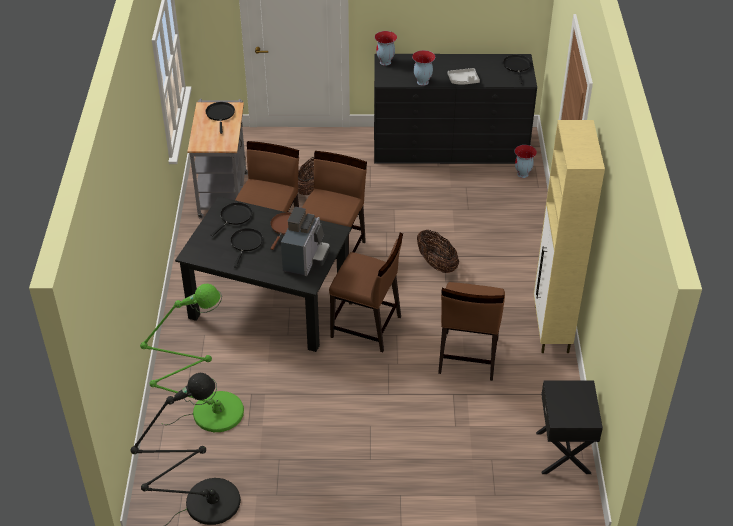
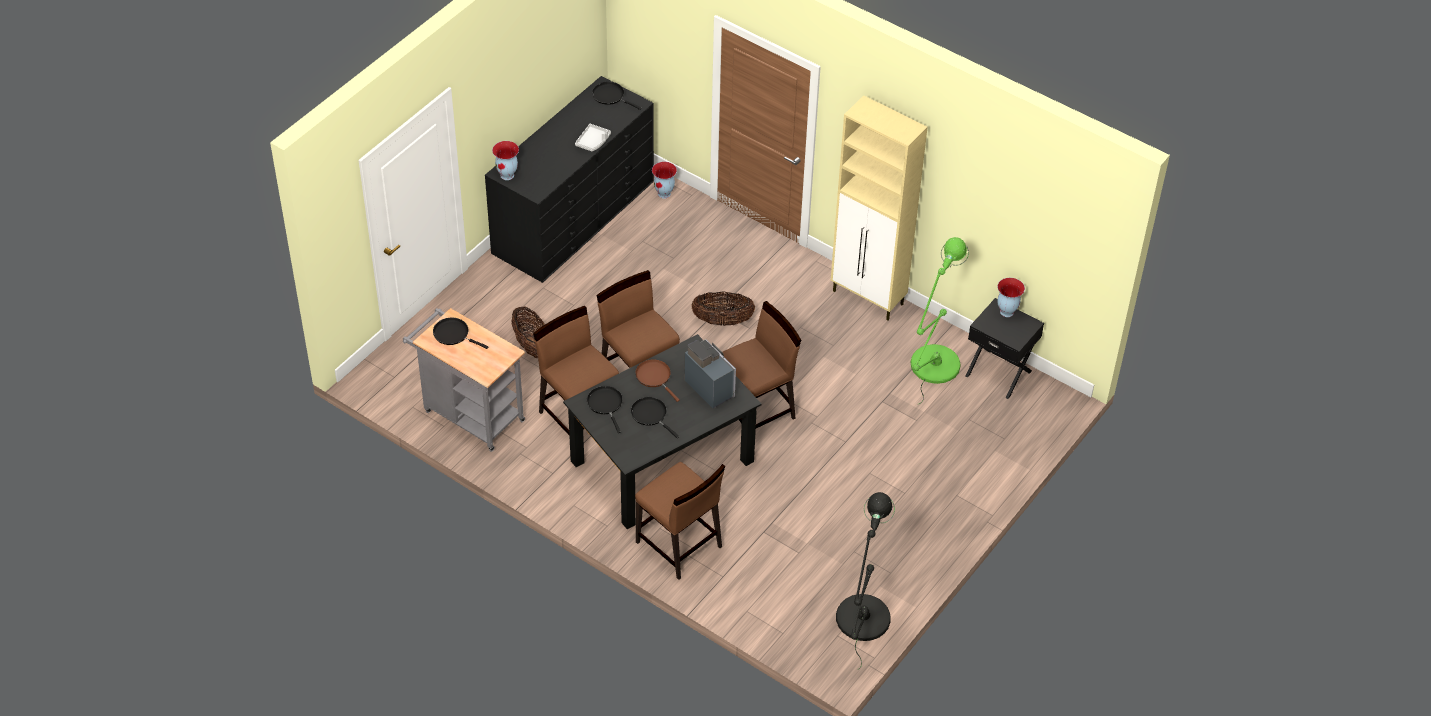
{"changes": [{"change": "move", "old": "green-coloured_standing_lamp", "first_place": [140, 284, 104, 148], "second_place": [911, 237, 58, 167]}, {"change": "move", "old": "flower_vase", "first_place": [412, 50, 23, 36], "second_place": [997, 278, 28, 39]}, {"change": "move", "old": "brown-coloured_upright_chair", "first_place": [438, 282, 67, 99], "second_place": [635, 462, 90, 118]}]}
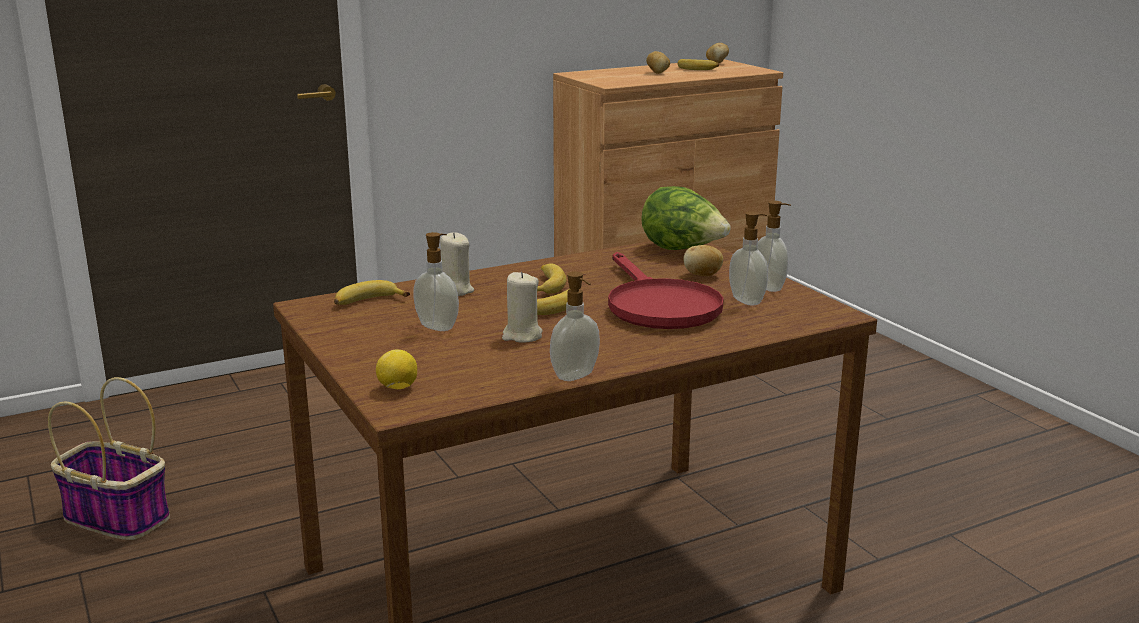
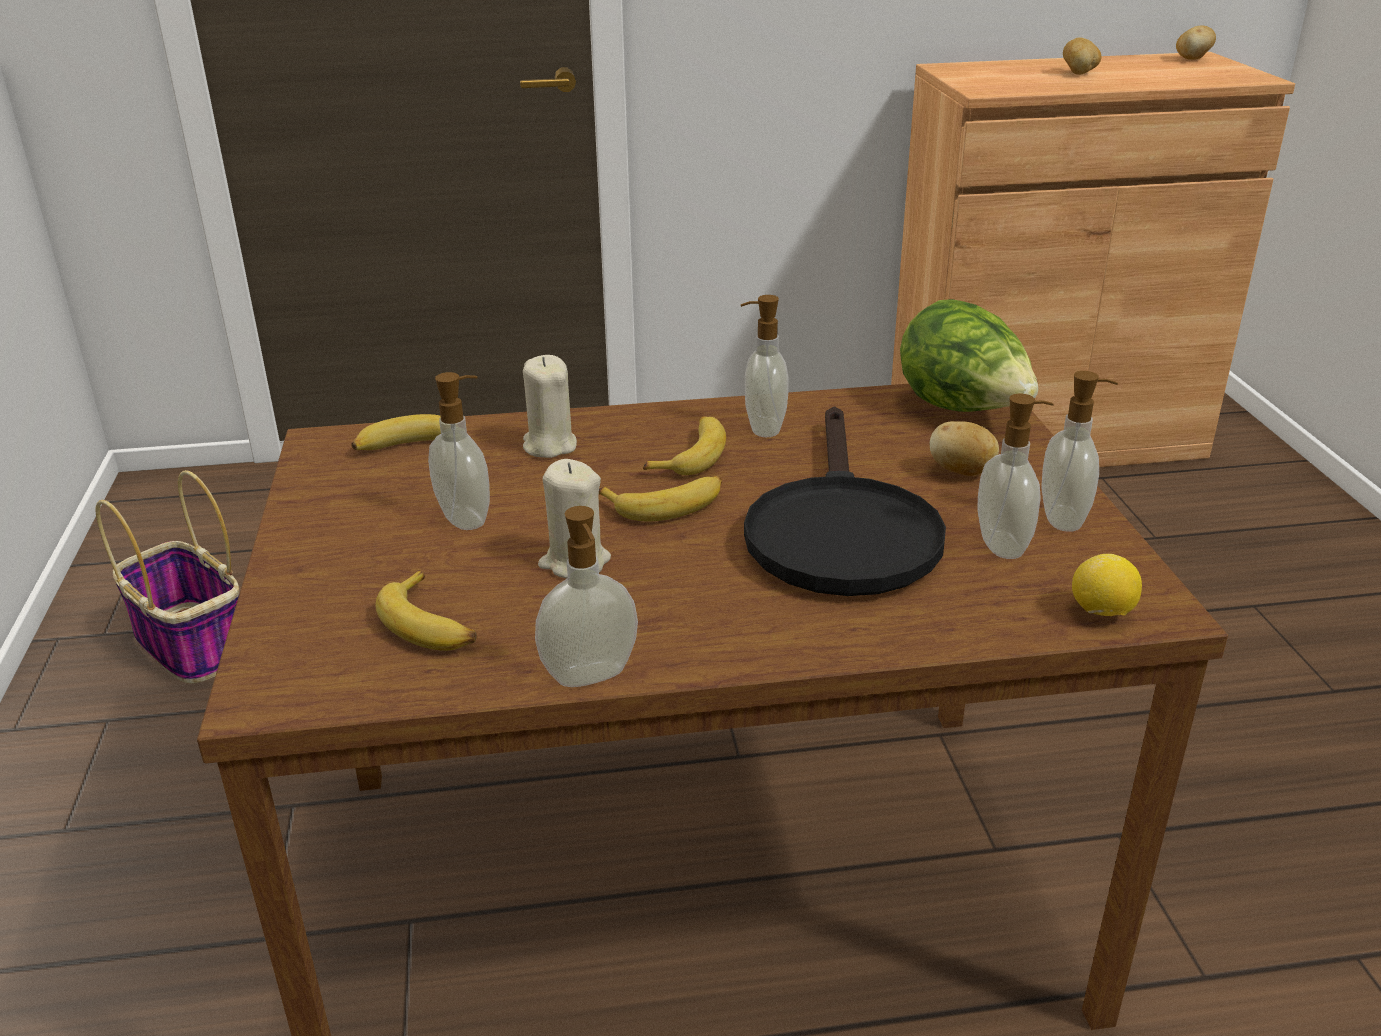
{"changes": [{"change": "insert", "new": "soap_bottle", "second_place": [741, 295, 48, 142]}, {"change": "move", "old": "citrus_fruit", "first_place": [376, 350, 41, 39], "second_place": [1072, 554, 70, 62]}, {"change": "move", "old": "banana_fruit", "first_place": [677, 59, 42, 11], "second_place": [375, 570, 102, 81]}, {"change": "recolor", "old": "red-coloured_pan", "new": "black_pan", "first_place": [608, 252, 116, 77], "second_place": [744, 406, 202, 190]}]}
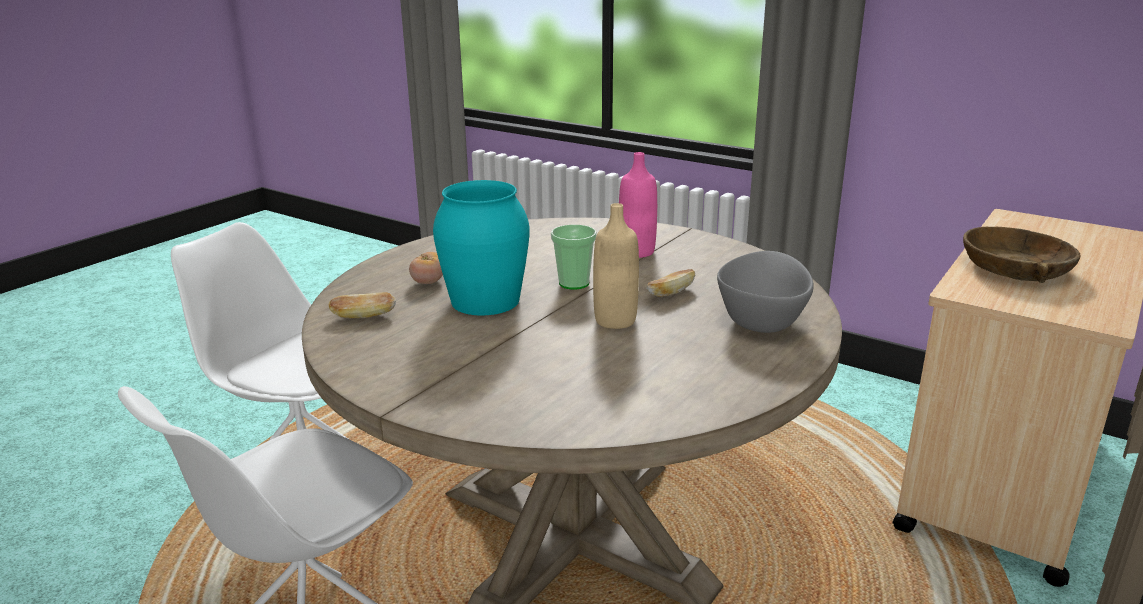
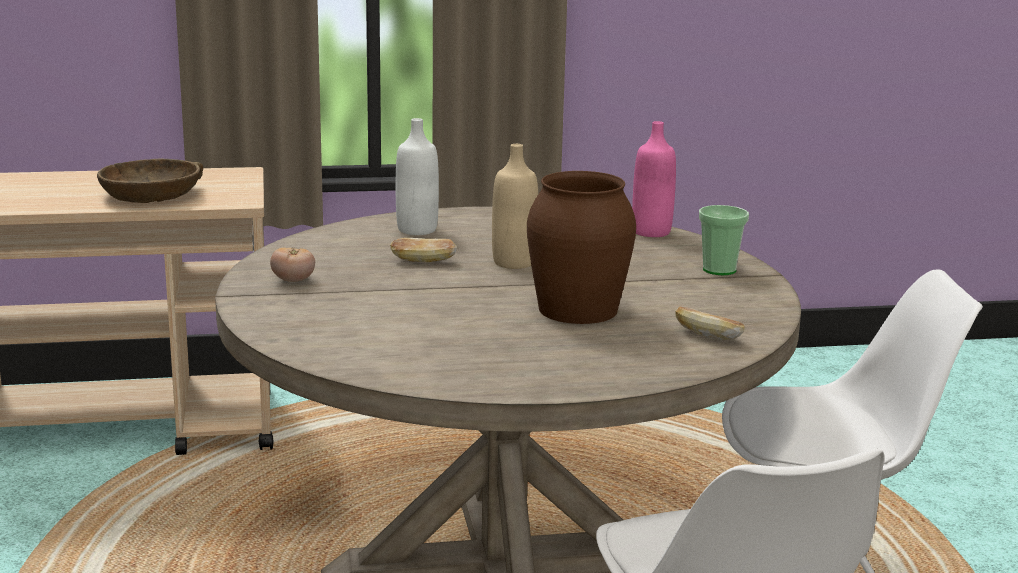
{"changes": [{"change": "move", "old": "fresh_tomato", "first_place": [409, 252, 34, 32], "second_place": [270, 247, 45, 35]}, {"change": "move", "old": "small_cup", "first_place": [551, 225, 46, 65], "second_place": [699, 205, 50, 70]}, {"change": "move", "old": "pink-coloured_drink_bottle", "first_place": [619, 152, 38, 106], "second_place": [632, 121, 44, 116]}, {"change": "replace", "old": "greyish_serving_bowl", "new": "white_drink_bottle", "first_place": [717, 251, 97, 82], "second_place": [396, 118, 43, 117]}, {"change": "recolor", "old": "turquoise-coloured_flower_vase", "new": "brown-coloured_flower_vase", "first_place": [433, 180, 97, 135], "second_place": [527, 171, 109, 153]}]}
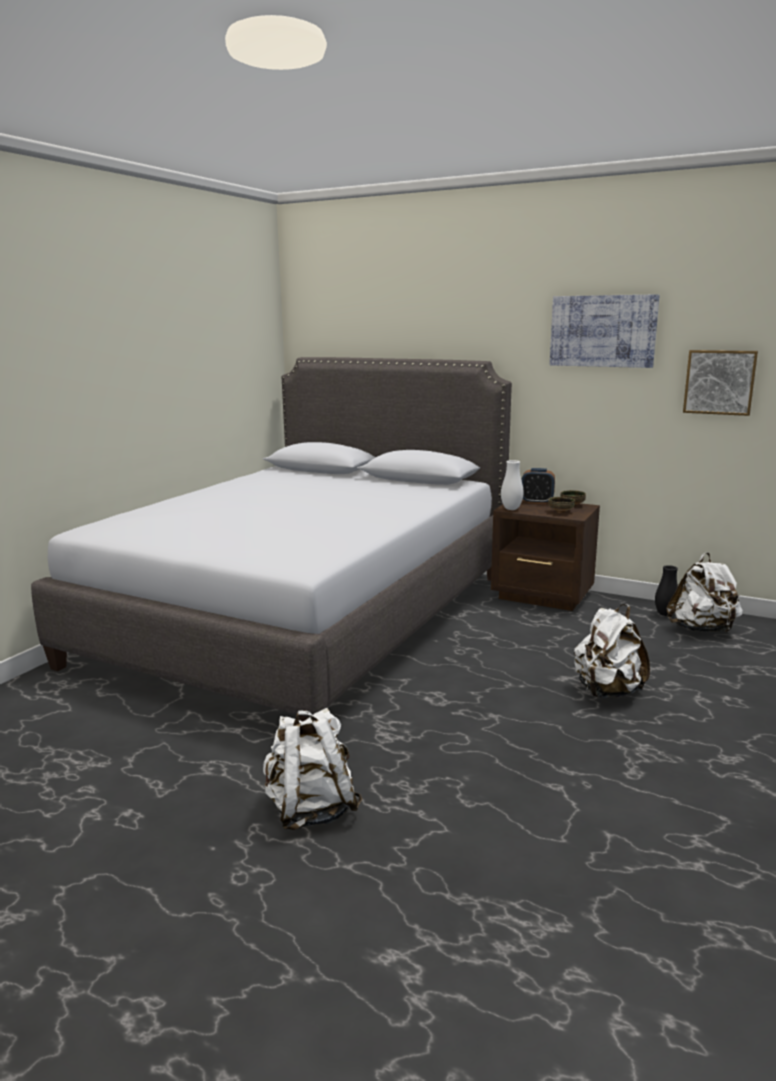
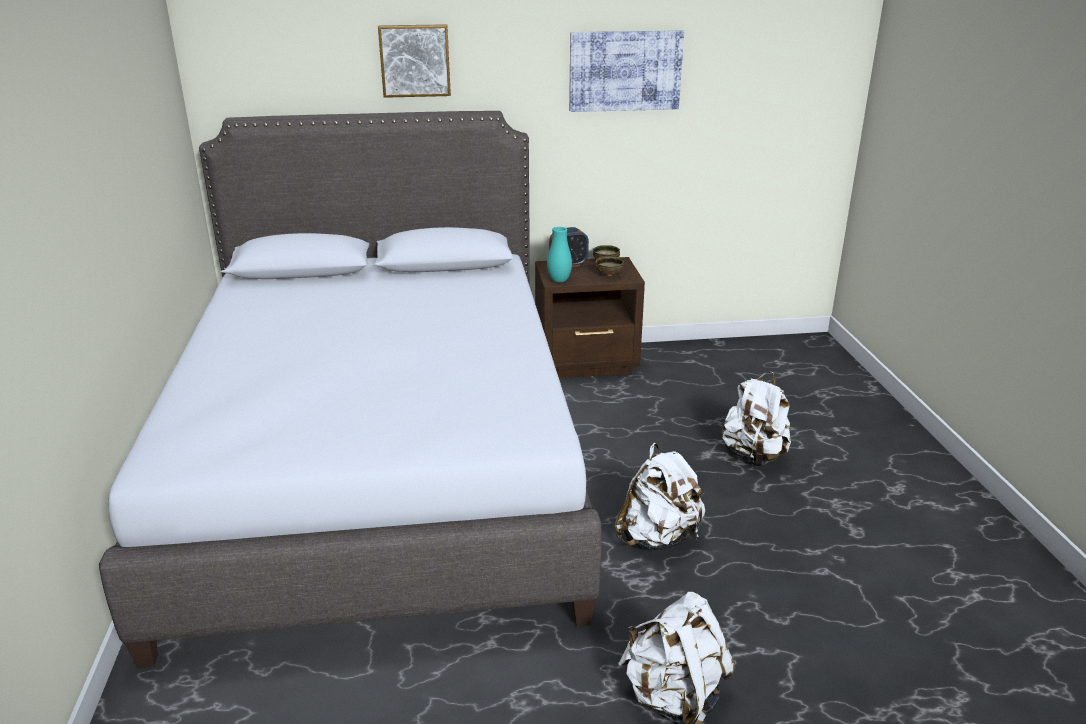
{"changes": [{"change": "delete", "old": "black_flower_vase", "first_place": [655, 565, 23, 51]}, {"change": "move", "old": "white_knapsack", "first_place": [667, 552, 76, 81], "second_place": [615, 443, 90, 107]}, {"change": "move", "old": "picture", "first_place": [683, 350, 75, 66], "second_place": [378, 24, 73, 74]}, {"change": "recolor", "old": "white_flower_vase", "new": "turquoise-coloured_flower_vase", "first_place": [501, 460, 23, 50], "second_place": [547, 227, 25, 56]}]}
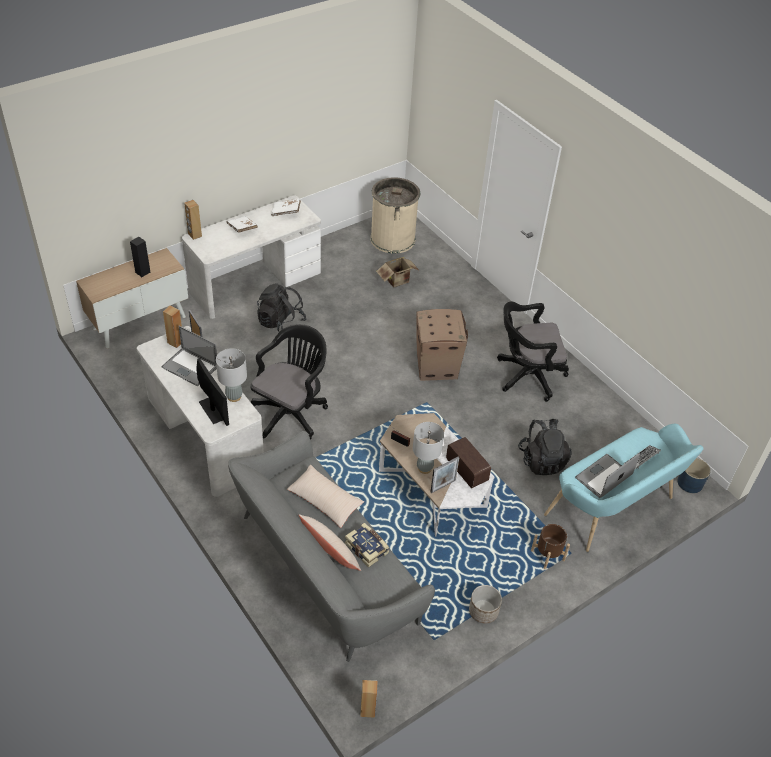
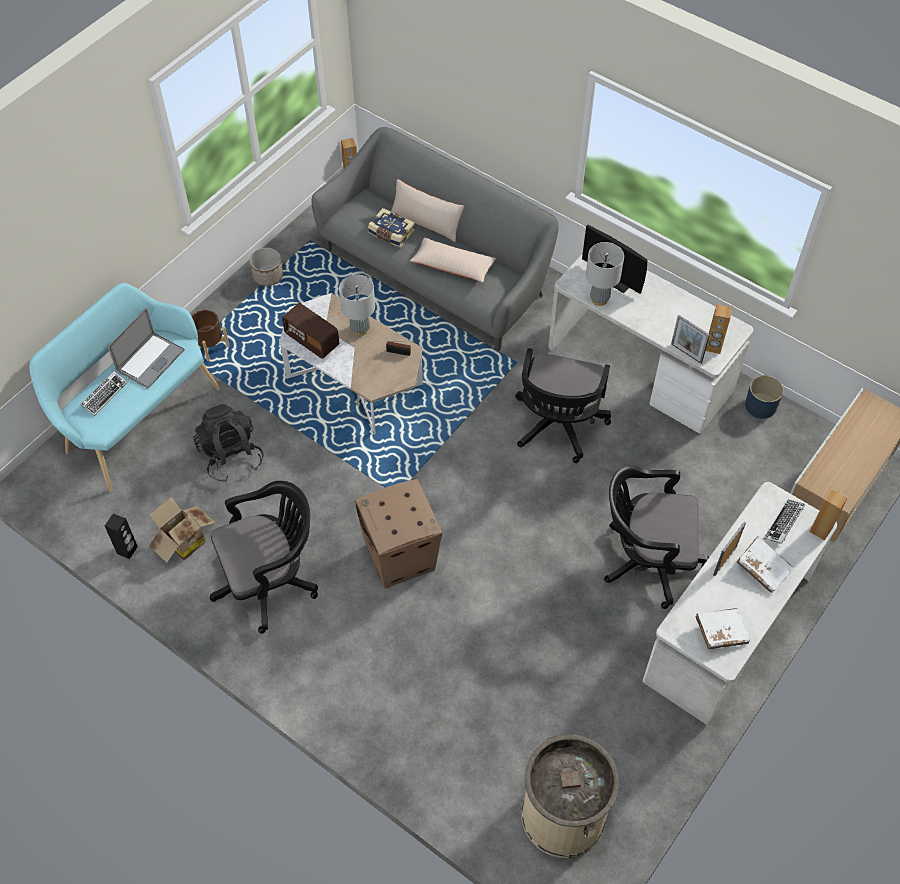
{"changes": [{"change": "delete", "old": "laptop", "first_place": [161, 326, 56, 60]}, {"change": "insert", "new": "PC_keyboard", "second_place": [763, 499, 42, 45]}, {"change": "move", "old": "black_audio_speaker", "first_place": [130, 237, 20, 40], "second_place": [105, 514, 33, 45]}, {"change": "move", "old": "carton", "first_place": [376, 257, 43, 30], "second_place": [149, 497, 66, 66]}, {"change": "move", "old": "photo_frame", "first_place": [430, 456, 29, 37], "second_place": [713, 522, 33, 54]}, {"change": "move", "old": "bluish_flower_pot", "first_place": [677, 458, 34, 35], "second_place": [745, 375, 39, 44]}, {"change": "replace", "old": "black_knapsack", "new": "black_computer_chair", "first_place": [257, 283, 49, 48], "second_place": [604, 465, 105, 144]}]}
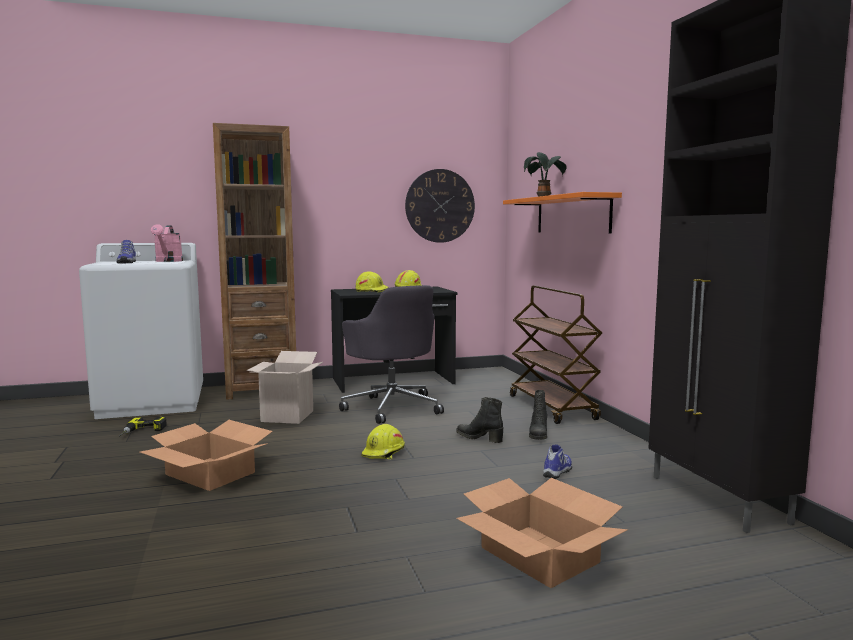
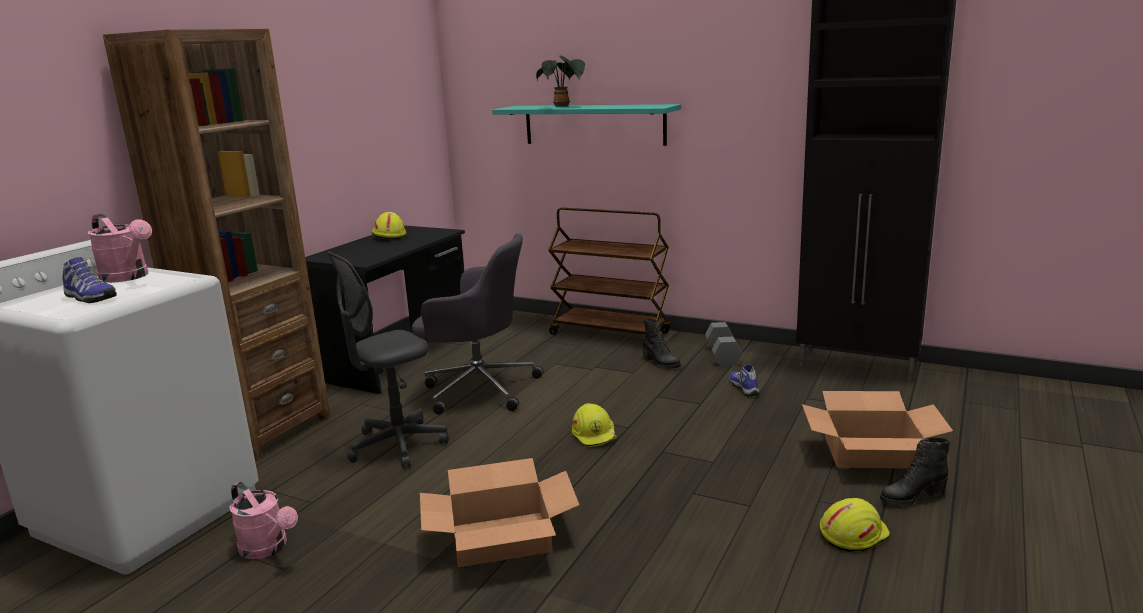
{"changes": [{"change": "delete", "old": "clock_on_the_wall", "first_place": [405, 169, 70, 74]}, {"change": "insert", "new": "greyish_hand_weight", "second_place": [705, 322, 37, 45]}, {"change": "move", "old": "yellowish_hard_hat", "first_place": [355, 271, 33, 21], "second_place": [820, 498, 70, 54]}, {"change": "move", "old": "black_boot", "first_place": [456, 397, 47, 46], "second_place": [880, 437, 70, 69]}, {"change": "replace", "old": "drill", "new": "pink-coloured_sprinkling_can", "first_place": [119, 416, 48, 20], "second_place": [229, 482, 69, 77]}, {"change": "replace", "old": "carton", "new": "greyish_computer_chair", "first_place": [247, 351, 76, 73], "second_place": [327, 251, 122, 217]}, {"change": "recolor", "old": "orange_wall_shelf", "new": "turquoise-coloured_wall_shelf", "first_place": [503, 192, 119, 41], "second_place": [492, 104, 189, 42]}]}
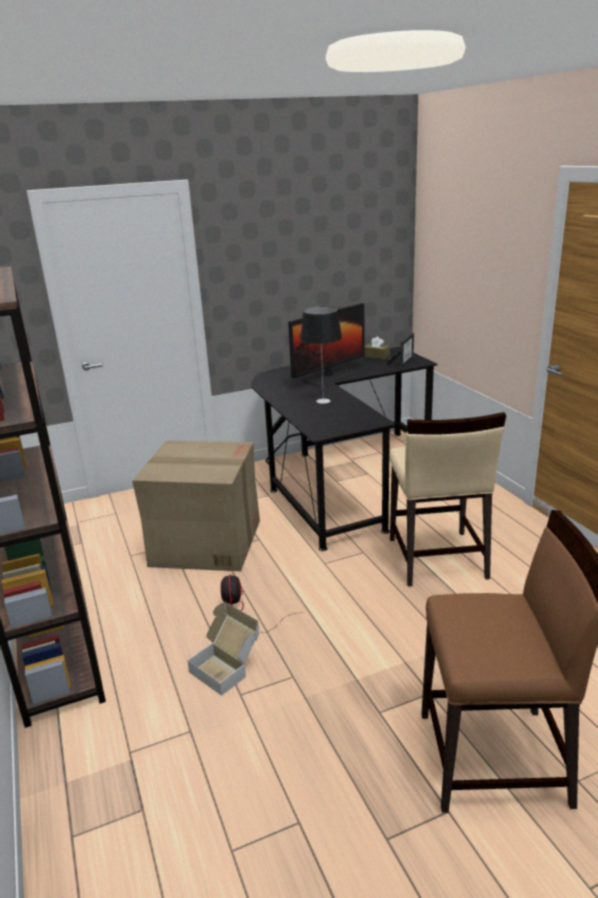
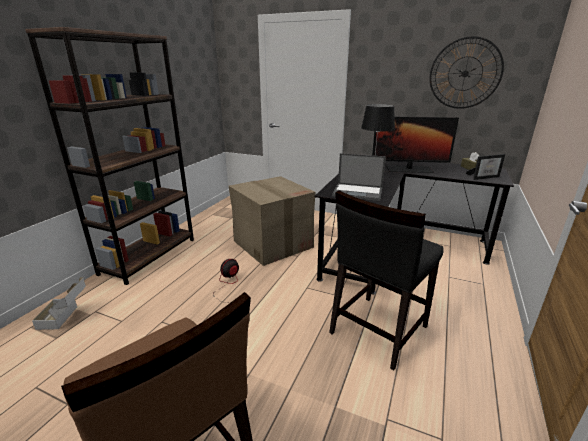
{"changes": [{"change": "insert", "new": "laptop", "second_place": [332, 153, 54, 48]}, {"change": "insert", "new": "clock_on_the_wall", "second_place": [430, 36, 74, 73]}, {"change": "move", "old": "carton", "first_place": [187, 602, 72, 94], "second_place": [32, 277, 54, 53]}, {"change": "recolor", "old": "beige_upright_chair", "new": "black_upright_chair", "first_place": [389, 412, 117, 175], "second_place": [329, 190, 115, 180]}]}
